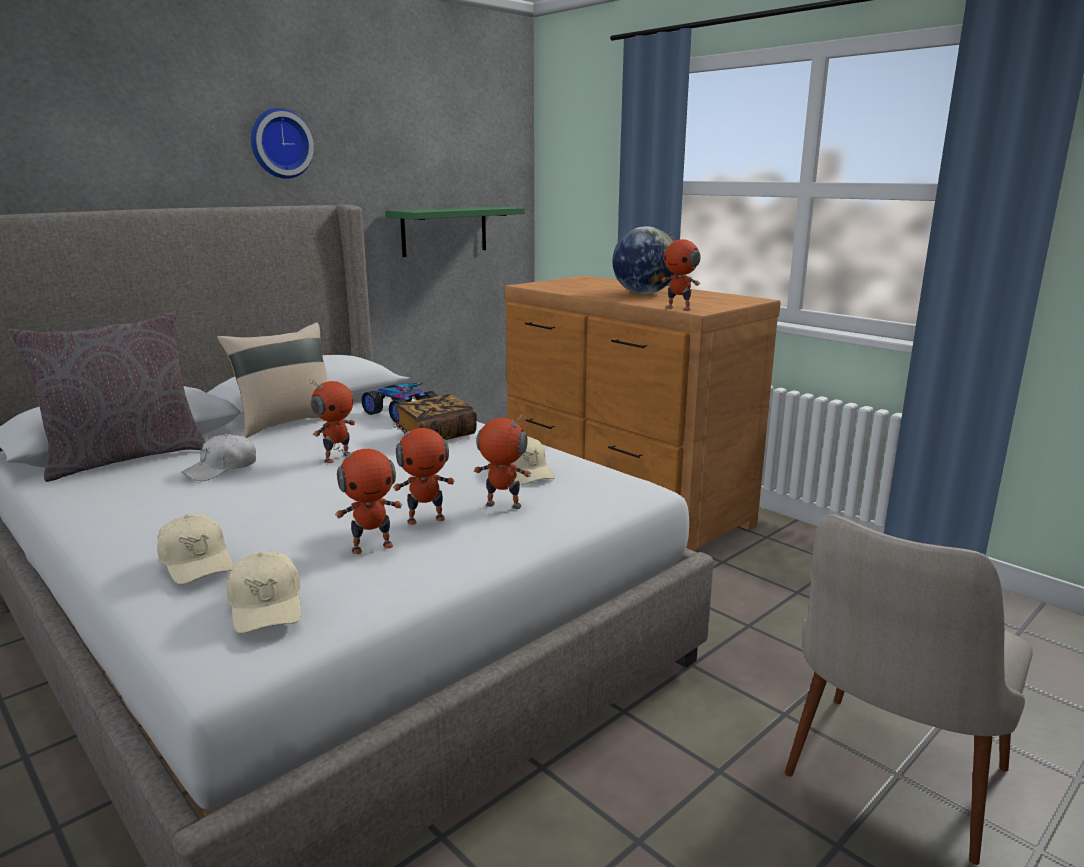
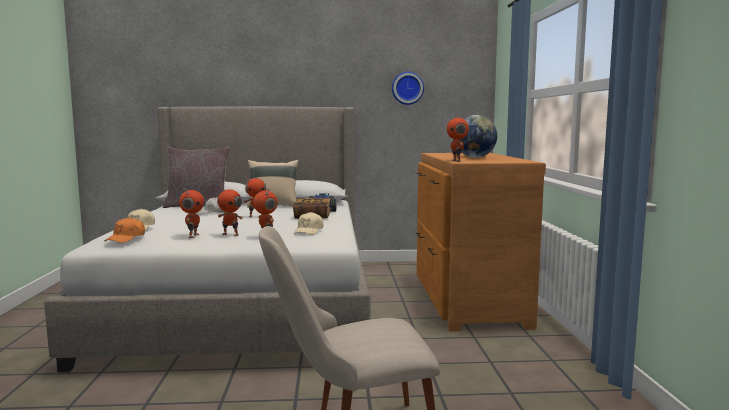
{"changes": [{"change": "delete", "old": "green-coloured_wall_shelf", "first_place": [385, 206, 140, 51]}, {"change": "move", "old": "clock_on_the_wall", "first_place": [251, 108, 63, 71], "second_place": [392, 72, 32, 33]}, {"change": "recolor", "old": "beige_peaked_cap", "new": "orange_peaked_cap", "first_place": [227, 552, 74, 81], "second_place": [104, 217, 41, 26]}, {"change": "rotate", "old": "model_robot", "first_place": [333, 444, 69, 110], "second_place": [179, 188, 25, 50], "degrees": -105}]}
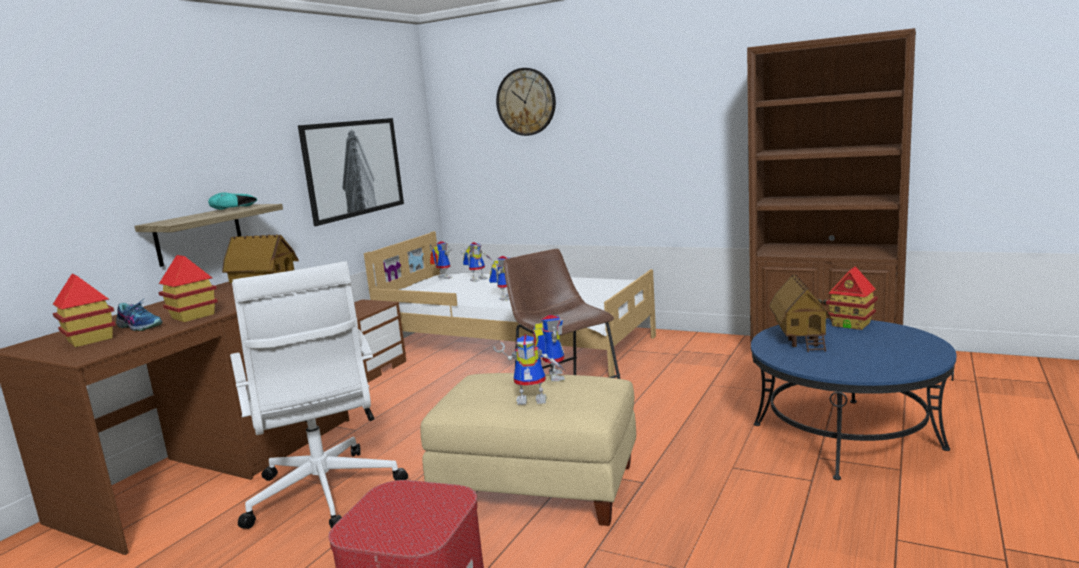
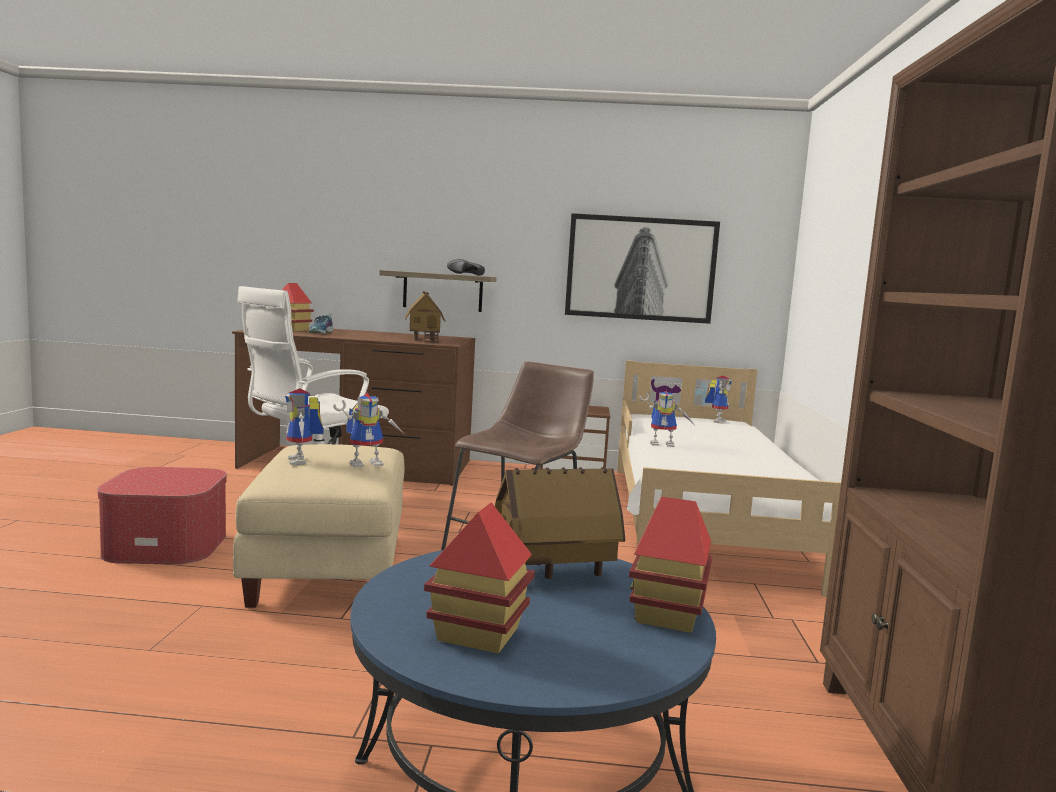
{"changes": [{"change": "delete", "old": "model_robot", "first_place": [461, 242, 31, 40]}, {"change": "delete", "old": "clock_on_the_wall", "first_place": [496, 68, 60, 68]}, {"change": "move", "old": "toy_house", "first_place": [159, 255, 59, 67], "second_place": [424, 503, 111, 150]}, {"change": "recolor", "old": "turquoise-coloured_item_of_footwear", "new": "black_item_of_footwear", "first_place": [208, 192, 49, 18], "second_place": [447, 259, 38, 17]}]}
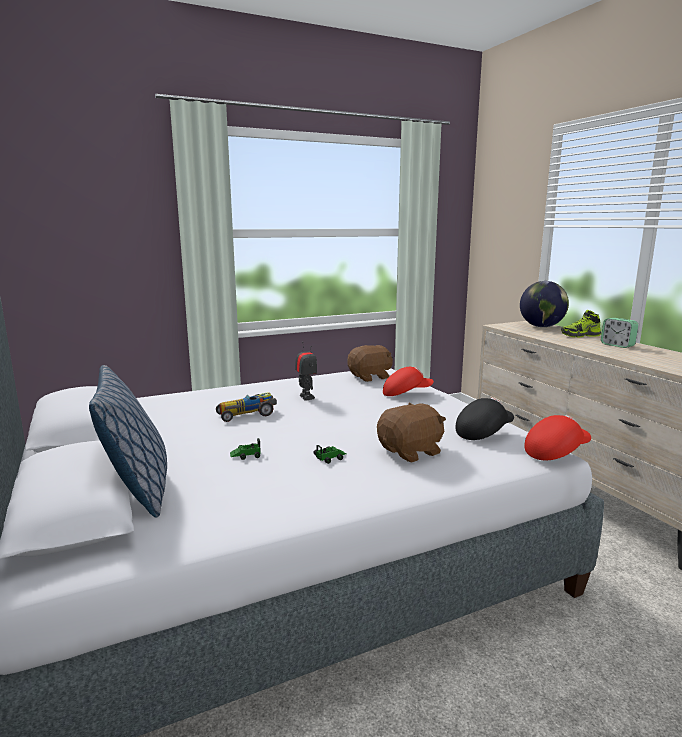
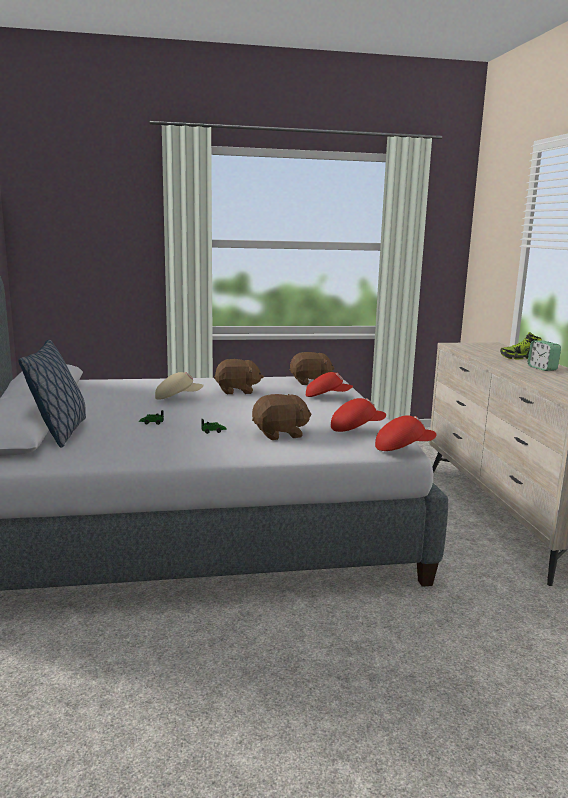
{"changes": [{"change": "delete", "old": "globe", "first_place": [520, 281, 49, 46]}, {"change": "replace", "old": "model_car", "new": "beige_peaked_cap", "first_place": [216, 393, 61, 29], "second_place": [155, 372, 49, 28]}, {"change": "replace", "old": "model_robot", "new": "brown-coloured_cuddly_toy", "first_place": [295, 342, 22, 59], "second_place": [214, 359, 50, 35]}, {"change": "recolor", "old": "black_peaked_cap", "new": "red-coloured_peaked_cap", "first_place": [455, 398, 59, 42], "second_place": [331, 398, 55, 34]}]}
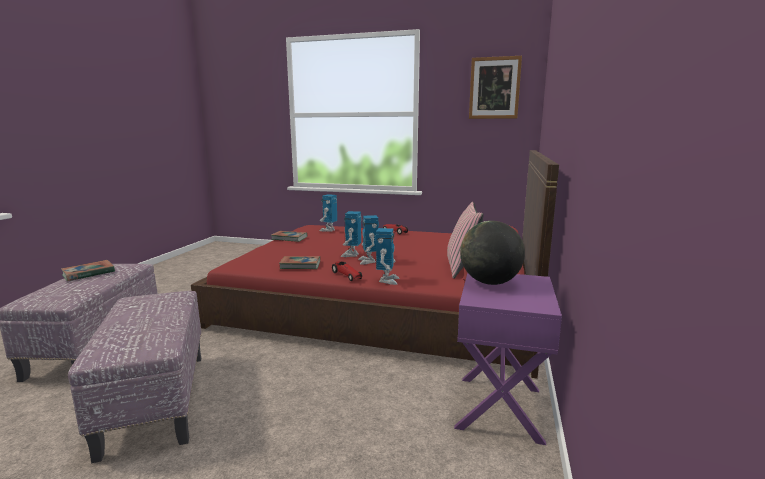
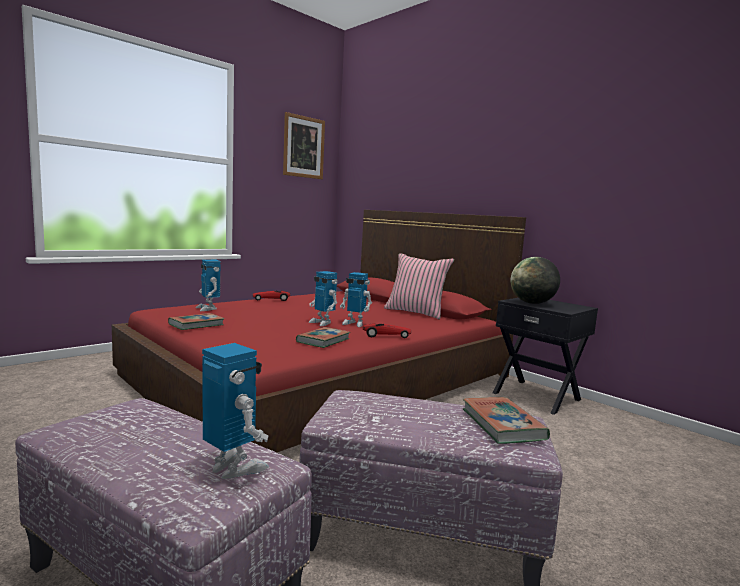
{"changes": [{"change": "move", "old": "book", "first_place": [61, 260, 54, 21], "second_place": [463, 397, 87, 47]}, {"change": "move", "old": "model_robot", "first_place": [376, 228, 23, 57], "second_place": [202, 343, 67, 136]}, {"change": "recolor", "old": "purplish_nightstand", "new": "black_nightstand", "first_place": [454, 273, 108, 172], "second_place": [493, 298, 105, 117]}]}
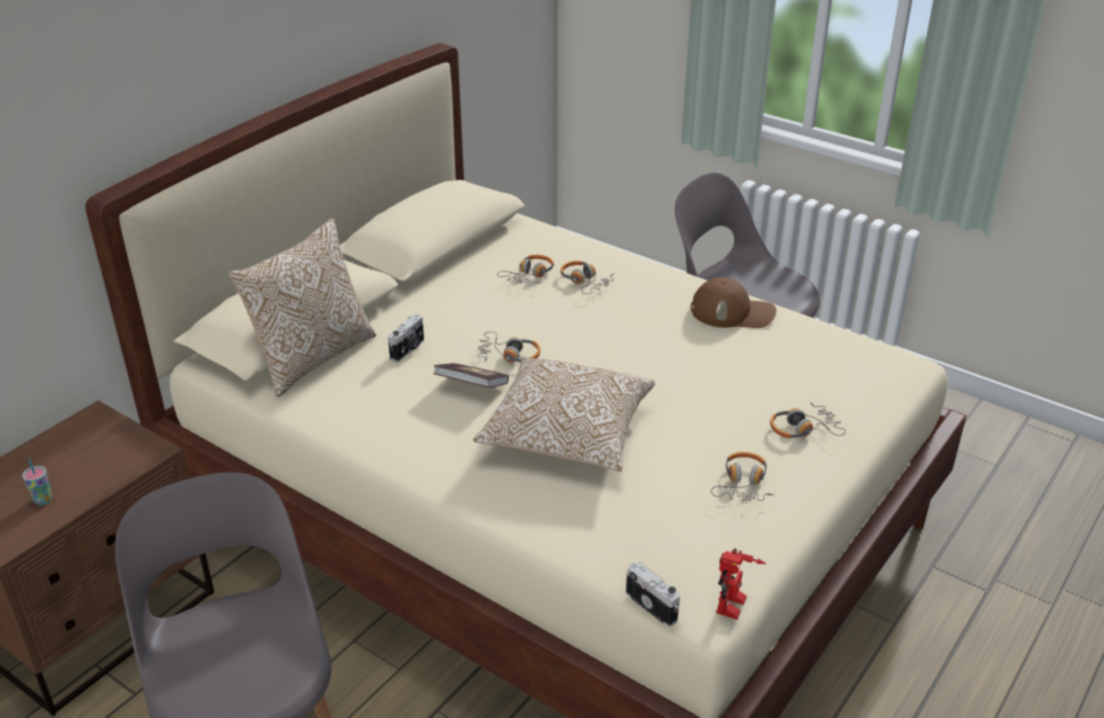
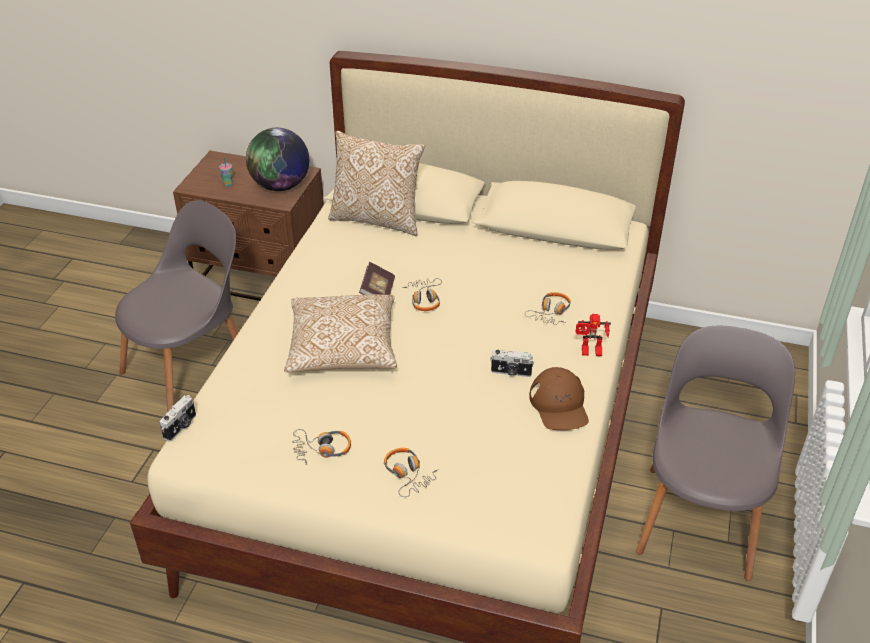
{"changes": [{"change": "delete", "old": "pair_of_headphones", "first_place": [497, 255, 57, 30]}, {"change": "insert", "new": "globe", "second_place": [246, 128, 63, 63]}, {"change": "move", "old": "photo_camera", "first_place": [388, 314, 36, 48], "second_place": [490, 350, 44, 27]}, {"change": "move", "old": "model_robot", "first_place": [716, 549, 50, 71], "second_place": [576, 314, 35, 42]}]}
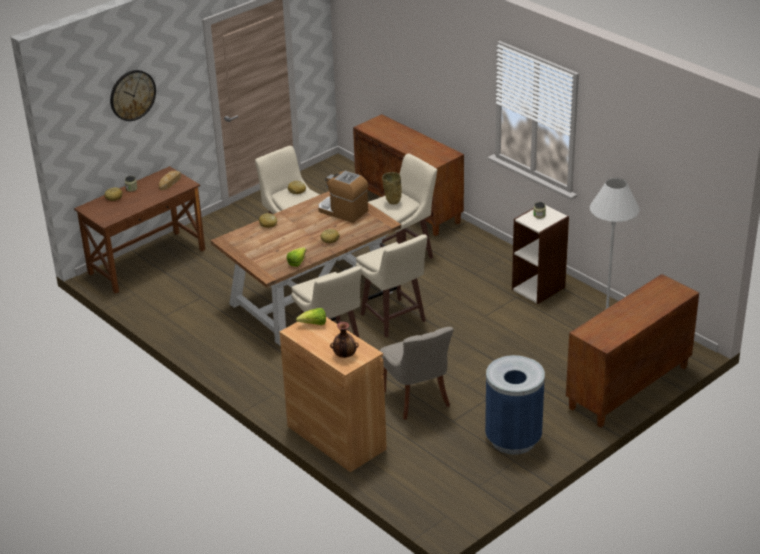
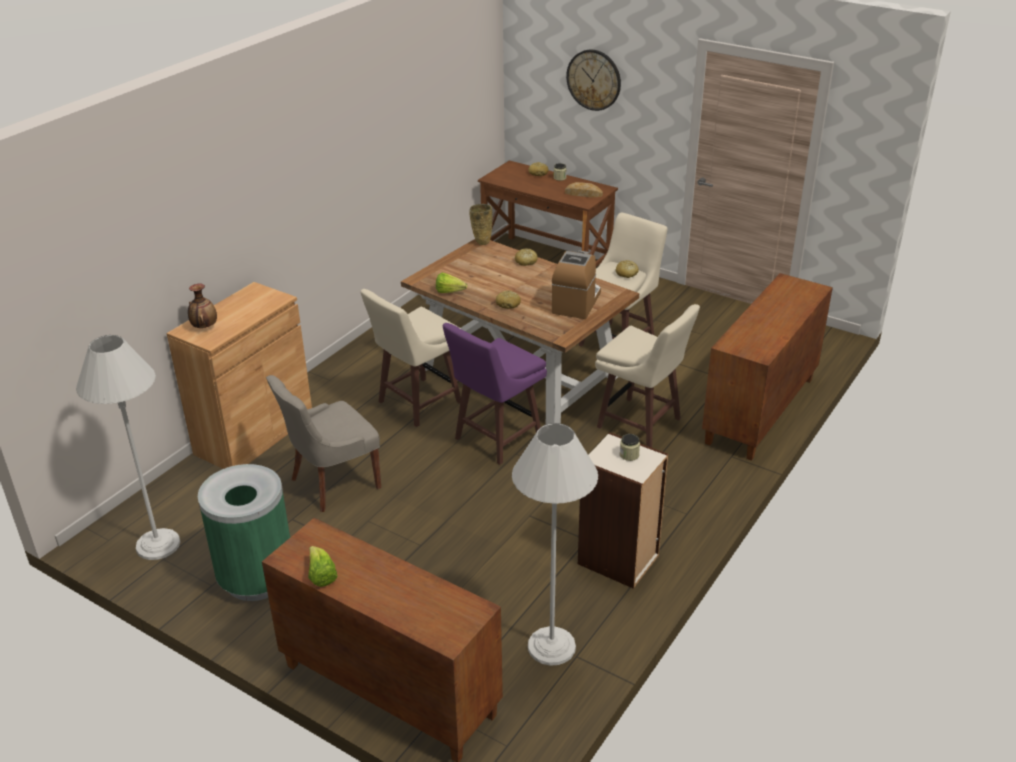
{"changes": [{"change": "insert", "new": "white_standing_lamp", "second_place": [76, 335, 104, 225]}, {"change": "move", "old": "lettuce", "first_place": [296, 308, 30, 17], "second_place": [308, 546, 29, 41]}, {"change": "move", "old": "beige_flower_vase", "first_place": [382, 172, 20, 33], "second_place": [469, 204, 23, 41]}, {"change": "recolor", "old": "beige_stool_seat", "new": "purplish_stool_seat", "first_place": [356, 235, 71, 102], "second_place": [443, 323, 104, 142]}, {"change": "recolor", "old": "bluish_trash_can", "new": "green-coloured_trash_can", "first_place": [485, 355, 60, 100], "second_place": [198, 464, 92, 137]}]}
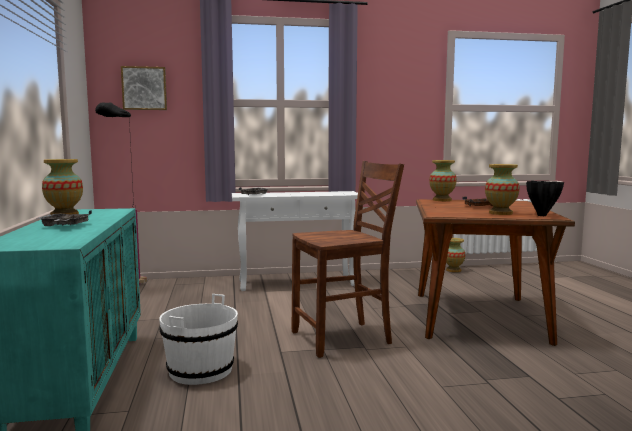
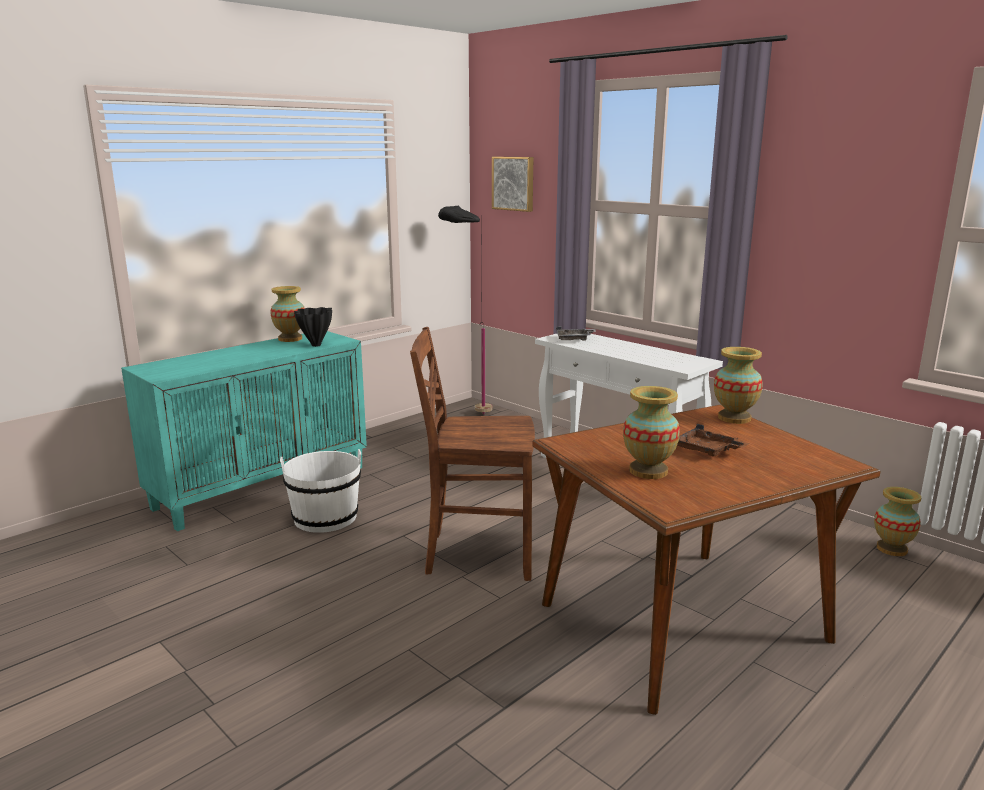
{"changes": [{"change": "delete", "old": "greyish_carrying_tray", "first_place": [38, 210, 54, 16]}, {"change": "move", "old": "black_flower_vase", "first_place": [526, 181, 38, 35], "second_place": [294, 307, 38, 40]}, {"change": "rotate", "old": "brown-coloured_upright_chair", "first_place": [292, 161, 112, 197], "second_place": [410, 327, 125, 254], "degrees": 150}]}
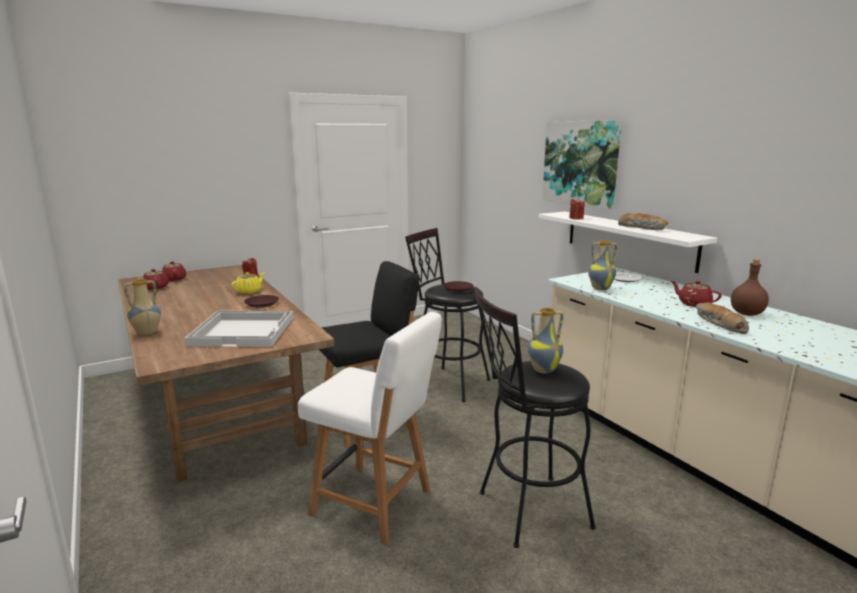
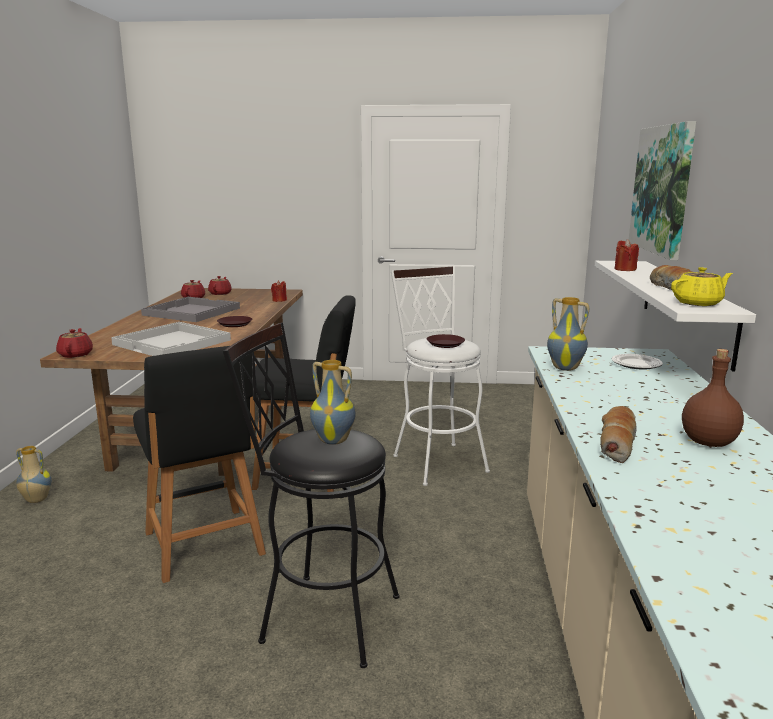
{"changes": [{"change": "insert", "new": "greyish_carrying_tray", "second_place": [141, 297, 99, 25]}, {"change": "move", "old": "flower_vase", "first_place": [124, 279, 37, 56], "second_place": [16, 446, 35, 57]}, {"change": "move", "old": "yellowish_tea_pot", "first_place": [231, 272, 34, 22], "second_place": [671, 267, 62, 39]}, {"change": "move", "old": "red-coloured_tea_pot", "first_place": [671, 281, 51, 26], "second_place": [56, 328, 37, 30]}, {"change": "recolor", "old": "white_upright_chair", "new": "black_upright_chair", "first_place": [298, 312, 144, 232], "second_place": [133, 346, 133, 237]}, {"change": "recolor", "old": "black_stool_seat", "new": "white_stool_seat", "first_place": [405, 228, 85, 174], "second_place": [391, 266, 99, 220]}]}
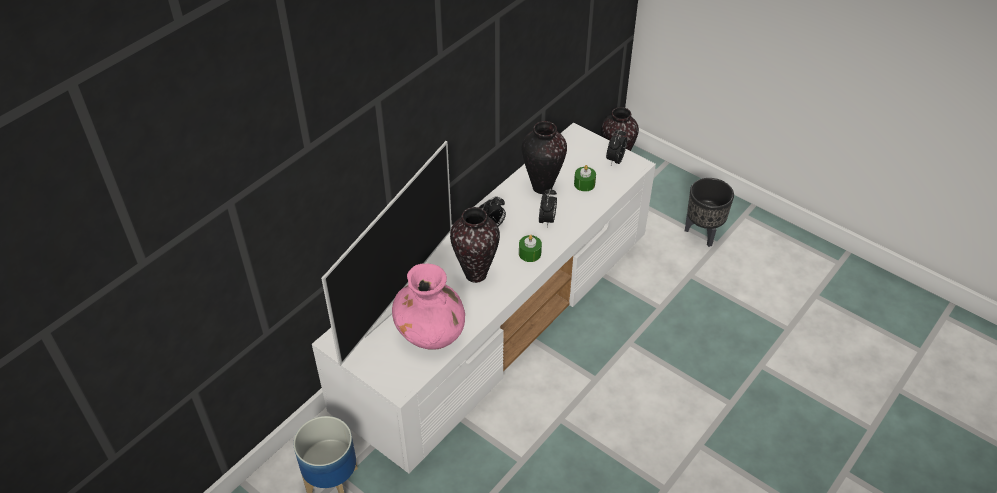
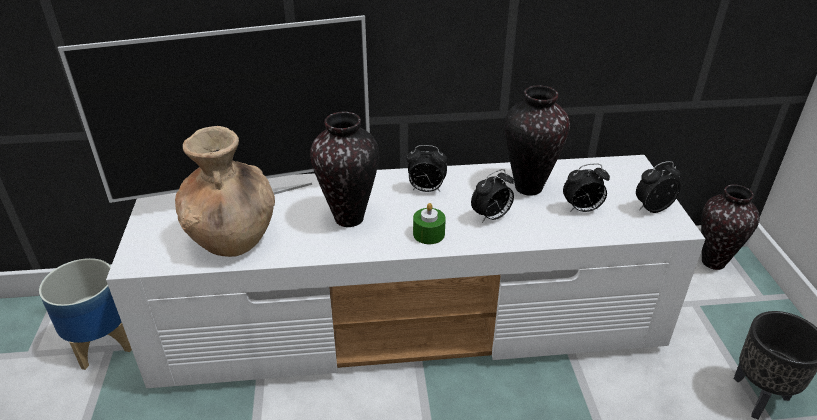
{"changes": [{"change": "replace", "old": "green-coloured_wax_candle", "new": "bedside_clock", "first_place": [574, 165, 22, 26], "second_place": [563, 163, 47, 49]}, {"change": "recolor", "old": "pink-coloured_flower_vase", "new": "brown-coloured_flower_vase", "first_place": [392, 263, 73, 87], "second_place": [175, 126, 100, 131]}]}
